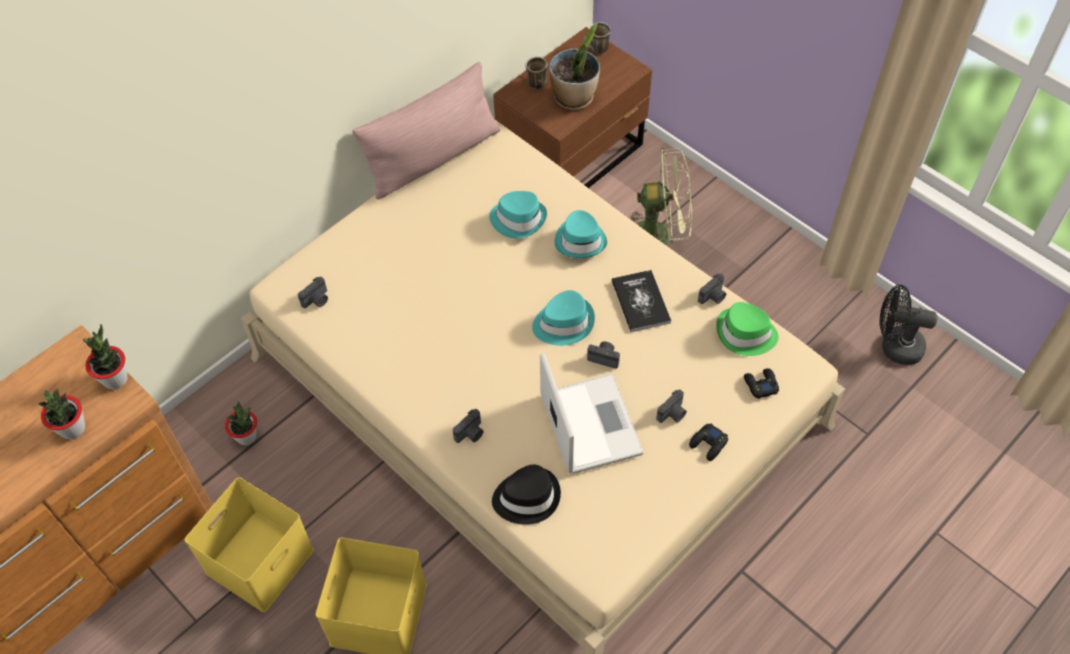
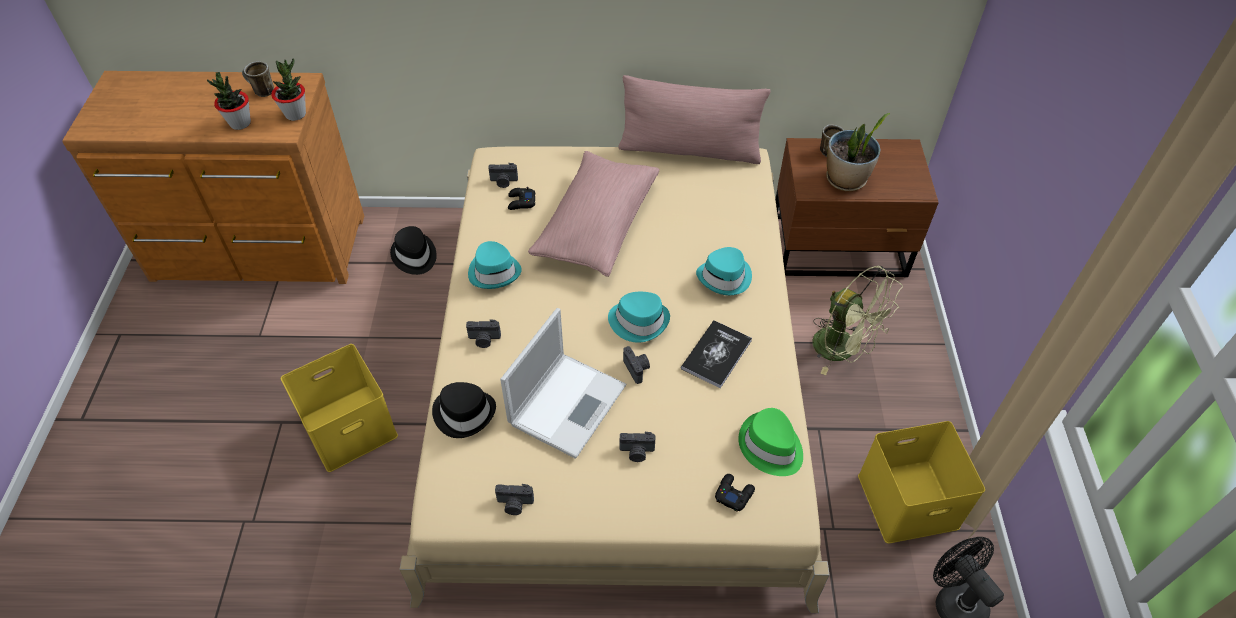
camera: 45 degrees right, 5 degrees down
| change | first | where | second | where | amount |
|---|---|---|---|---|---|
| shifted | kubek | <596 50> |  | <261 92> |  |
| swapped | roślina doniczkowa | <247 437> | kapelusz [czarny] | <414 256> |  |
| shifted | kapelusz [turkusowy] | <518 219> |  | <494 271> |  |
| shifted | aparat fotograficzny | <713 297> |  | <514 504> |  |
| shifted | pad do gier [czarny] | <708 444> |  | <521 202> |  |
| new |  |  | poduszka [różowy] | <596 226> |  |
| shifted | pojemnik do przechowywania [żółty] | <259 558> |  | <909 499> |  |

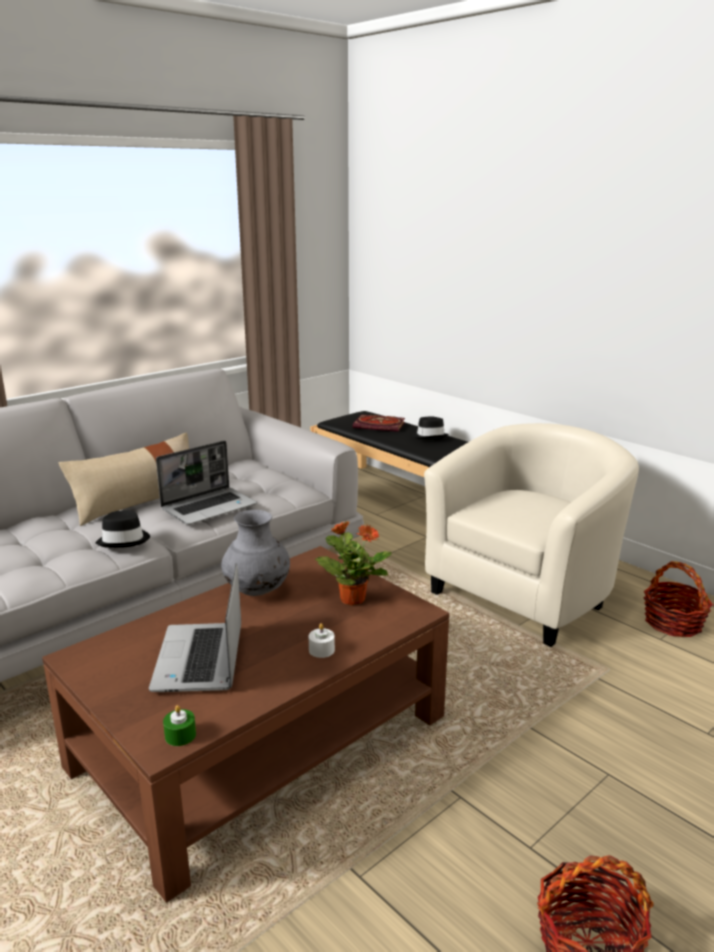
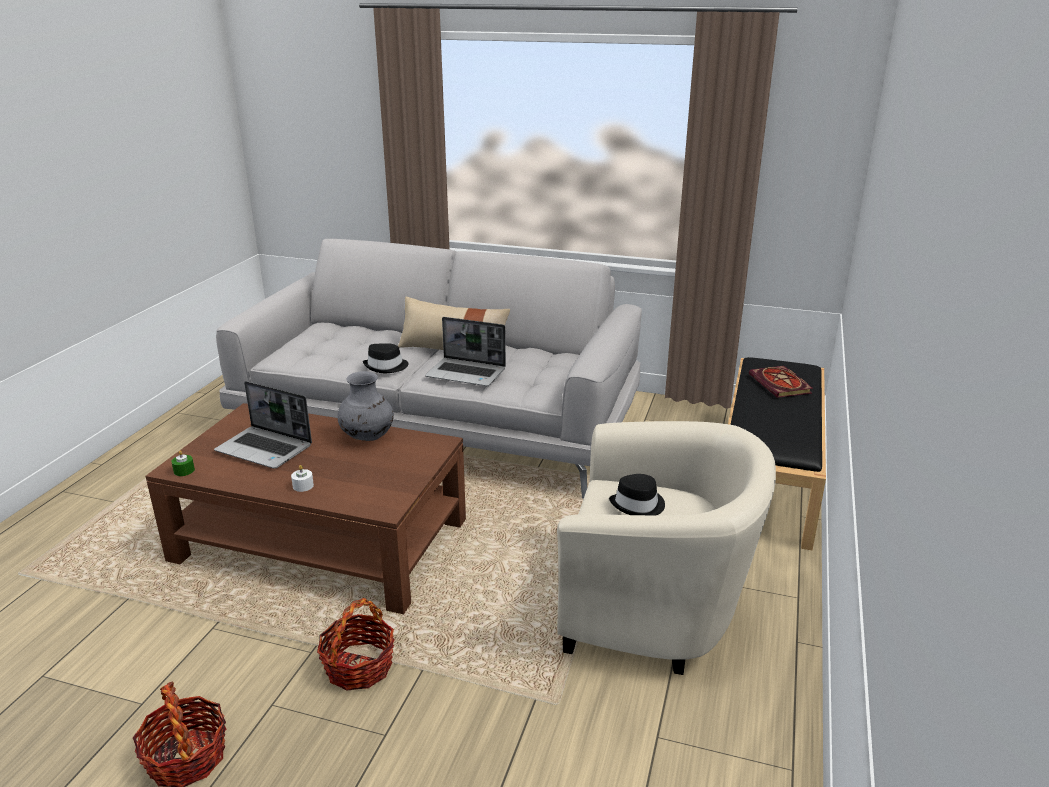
camera: 60 degrees right, 5 degrees up
| change | first | where | second | where | amount |
|---|---|---|---|---|---|
| rotated | laptop | <201 660> |  | <265 449> | 120 degrees counterclockwise |
| shifted | koszyk | <673 623> |  | <359 667> |  |
| shifted | kapelusz [czarny] | <429 436> |  | <638 505> |  |
| gone | roślina doniczkowa | <352 599> |  |  |  |

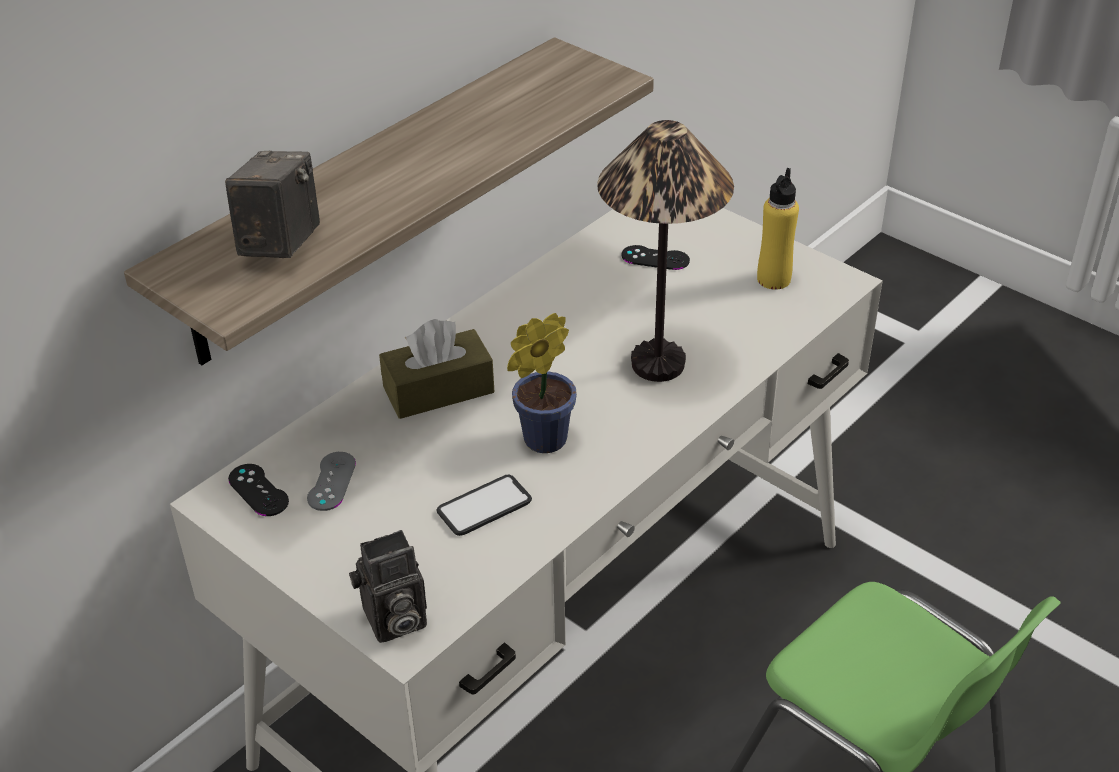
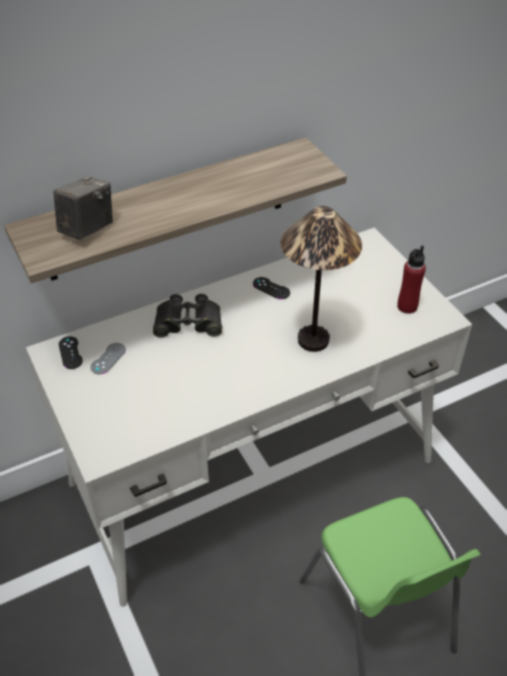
camera: 20 degrees right, 5 degrees up
| change | first | where | second | where | amount |
|---|---|---|---|---|---|
| swapped | pudełko chusteczek [brązowy] | <438 390> | lornetka [czarny] | <188 322> |  |
| shifted | pad do gier [czarny] | <655 258> |  | <271 288> |  |
| repainted | butelka [żółty] | <773 279> | butelka [czerwony] | <407 306> |  |
| gone | aparat fotograficzny | <393 622> |  |  |  |
| gone | telefon | <484 506> |  |  |  |
| gone | roślina doniczkowa | <540 441> |  |  |  |

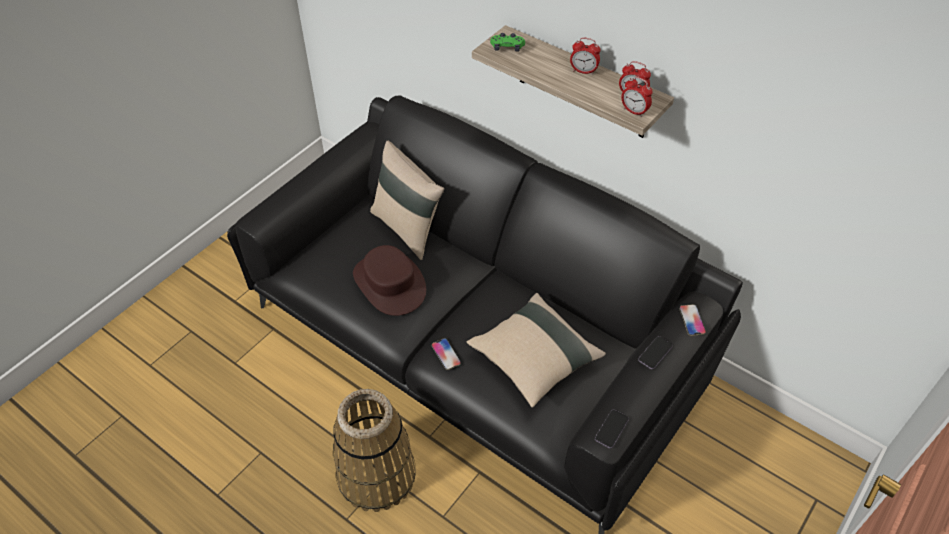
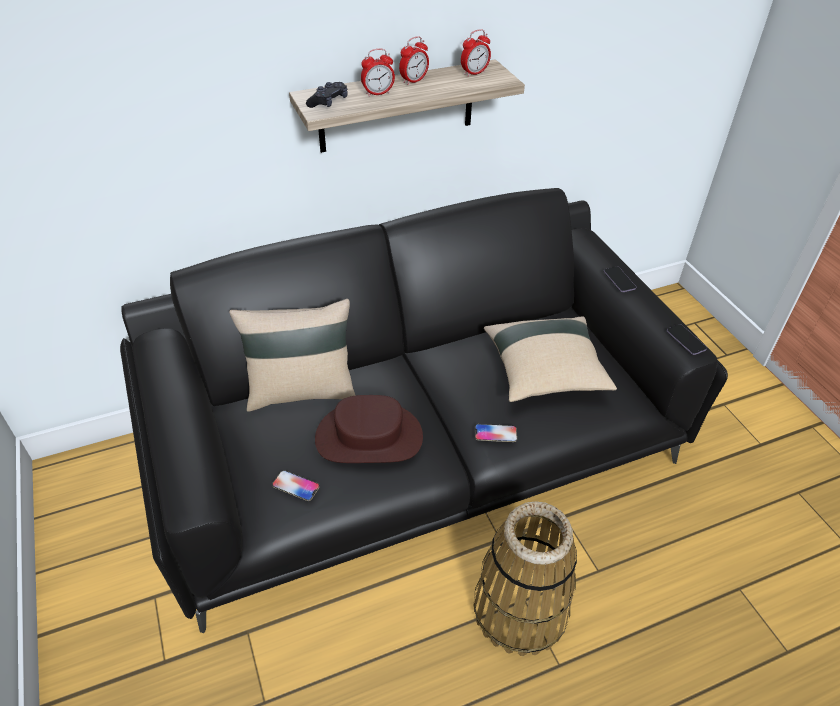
camera: 60 degrees left, 5 degrees down
| change | first | where | second | where | amount |
|---|---|---|---|---|---|
| shifted | telefon | <692 320> |  | <296 486> |  |
| repainted | pad do gier [zielony] | <507 47> | pad do gier [czarny] | <328 102> |  |
| shifted | budzik | <634 111> |  | <378 93> |  |

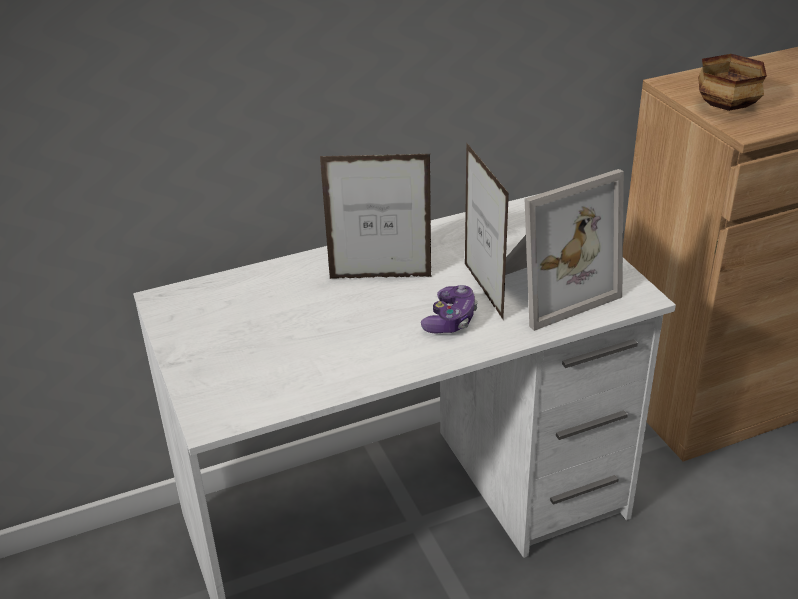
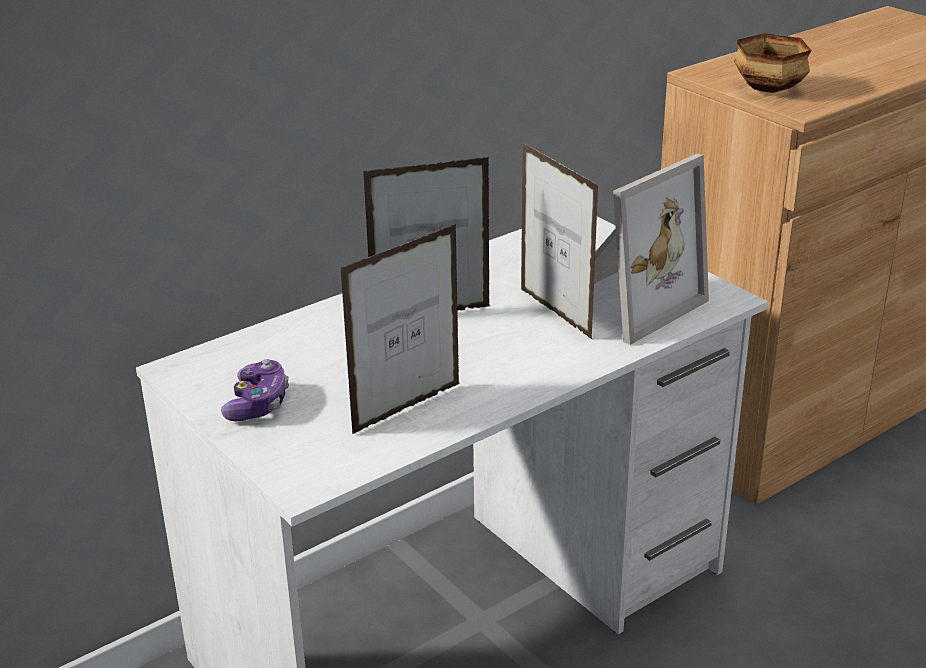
camera: 15 degrees left, 5 degrees down
| change | first | where | second | where | amount |
|---|---|---|---|---|---|
| shifted | pad do gier | <450 320> |  | <258 404> |  |
| new |  |  | ramka na zdjęcie | <407 408> |  |

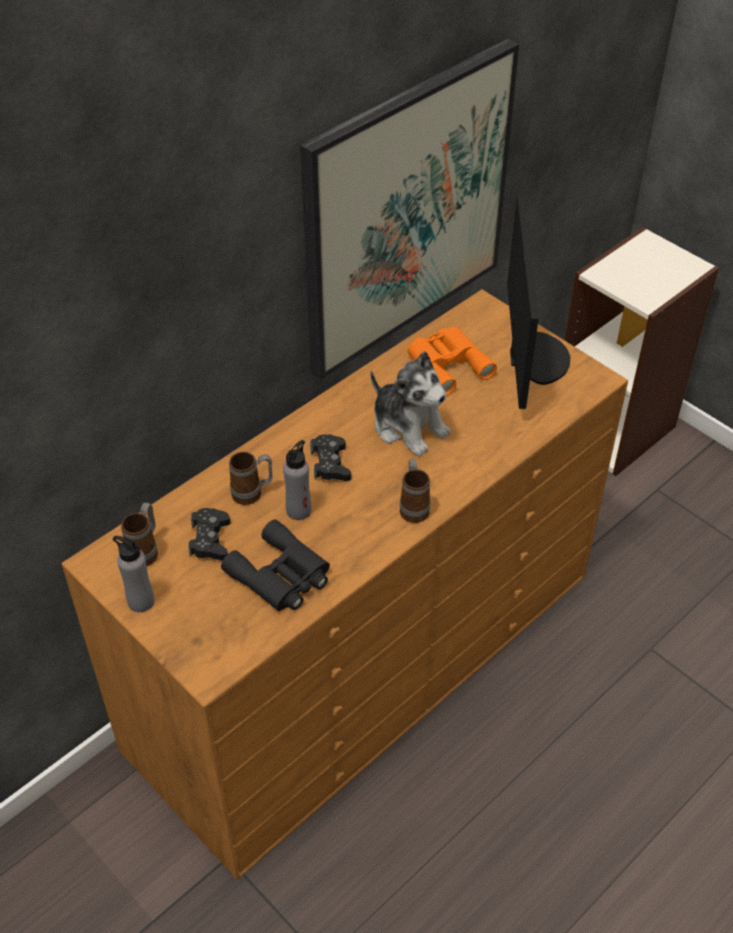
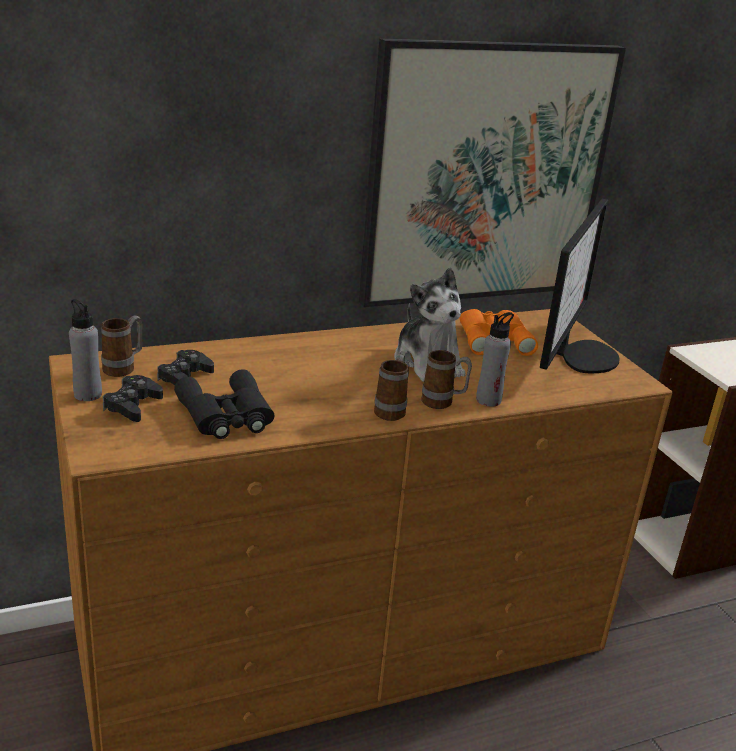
camera: 20 degrees right, 20 degrees down
| change | first | where | second | where | amount |
|---|---|---|---|---|---|
| shifted | pad do gier [czarny] | <330 464> |  | <133 405> |  |
| shifted | kubek | <253 493> |  | <443 403> |  |
| shifted | butelka [szary] | <299 510> |  | <488 400> |  |

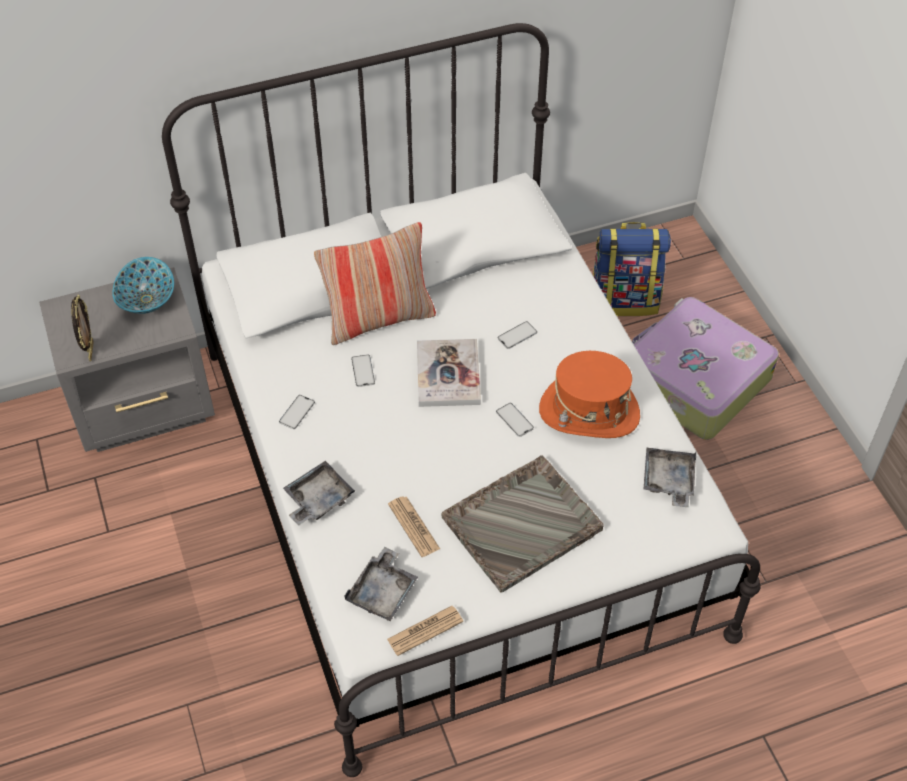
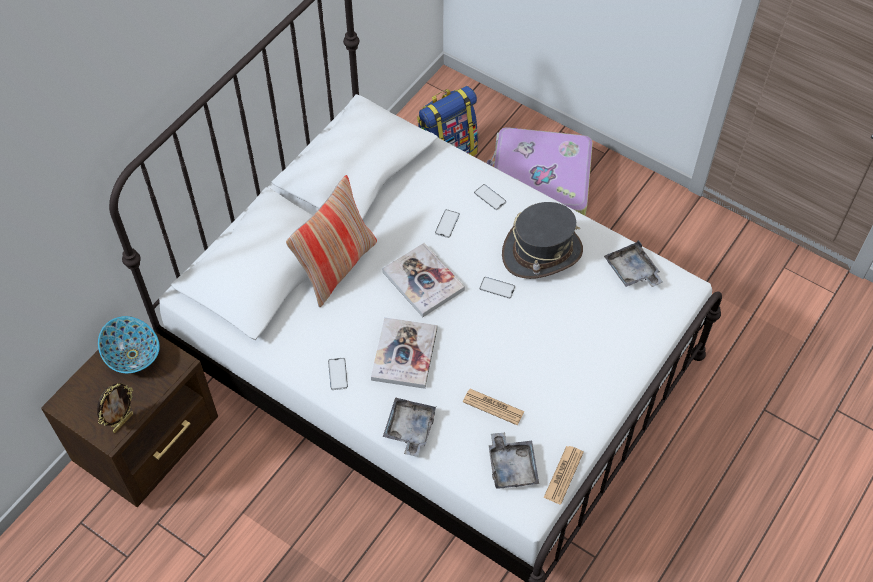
camera: 35 degrees left, 5 degrees up
| change | first | where | second | where | amount |
|---|---|---|---|---|---|
| repainted | szafka nocna [szary] | <146 408> | szafka nocna [brązowy] | <151 443> |  |
| rotated | ramka na zdjęcie | <90 351> |  | <122 422> | 75 degrees clockwise |
| new |  |  | książka | <404 354> |  |
| shifted | telefon | <363 371> |  | <490 197> |  |
| repainted | kapelusz [pomarańczowy] | <589 412> | kapelusz [szary] | <542 253> |  |
| gone | taca [szary] | <523 523> |  |  |  |

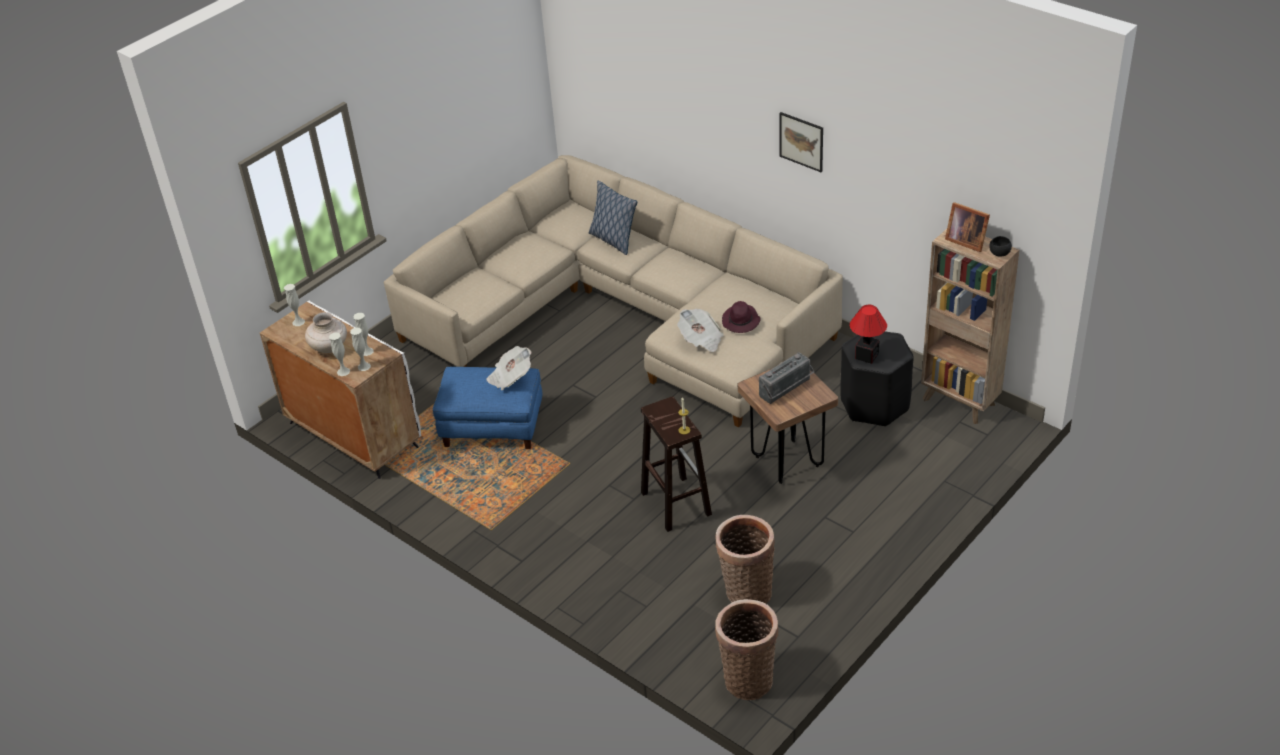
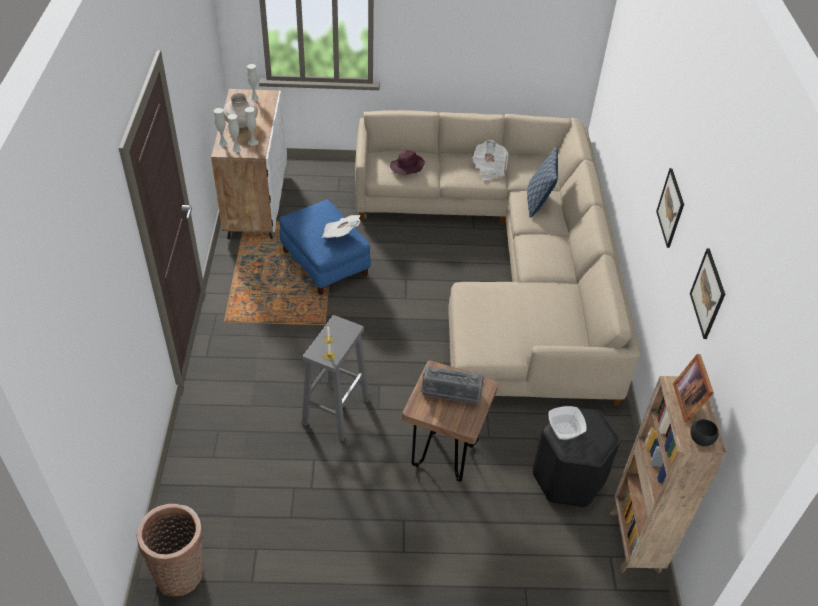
camera: 45 degrees right, 5 degrees up
| change | first | where | second | where | amount |
|---|---|---|---|---|---|
| repainted | stołek [brązowy] | <675 503> | stołek [szary] | <336 410> |  |
| shifted | kapelusz [fioletowy] | <741 321> |  | <406 167> |  |
| shifted | gazeta | <701 339> |  | <489 169> |  |
| swapped | lampa stołowa | <866 356> | miska | <563 431> |  |
| new |  |  | obraz | <708 293> |  |
| gone | koszyk | <745 591> |  |  |  |

